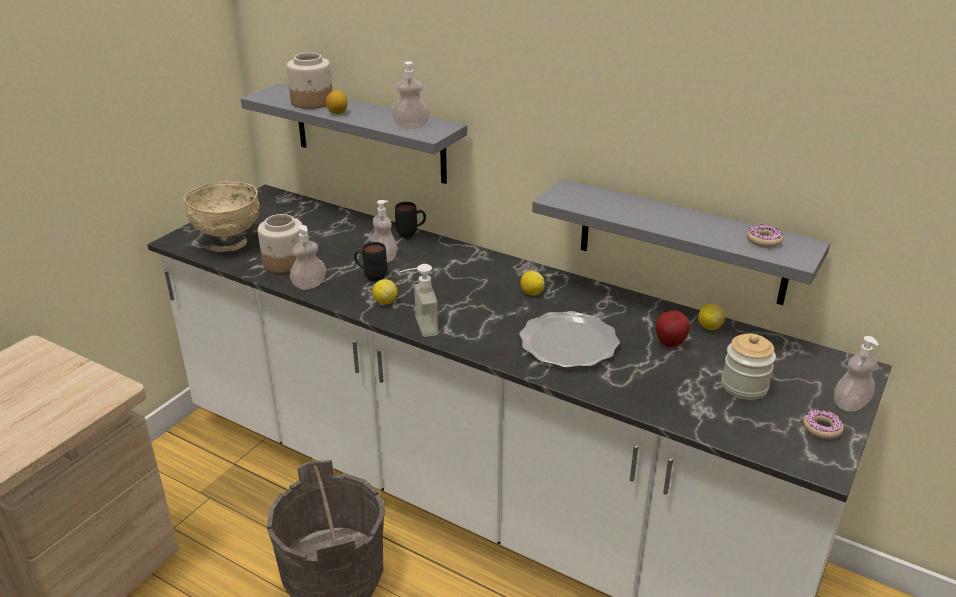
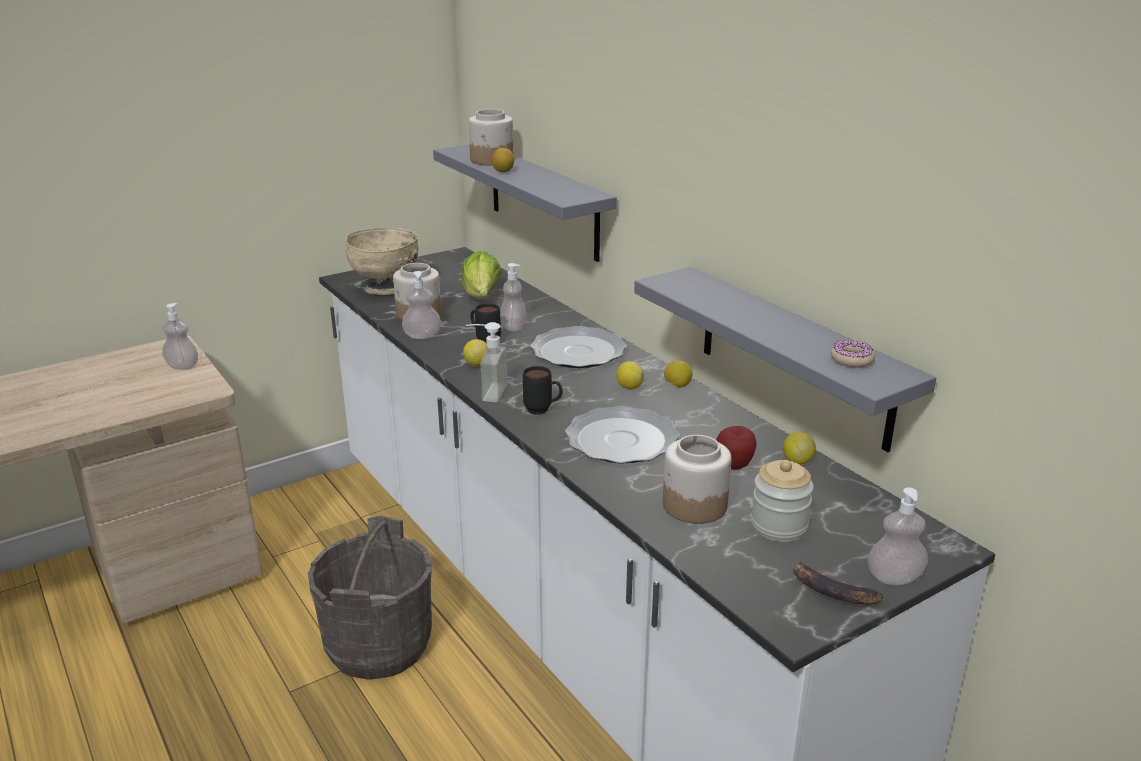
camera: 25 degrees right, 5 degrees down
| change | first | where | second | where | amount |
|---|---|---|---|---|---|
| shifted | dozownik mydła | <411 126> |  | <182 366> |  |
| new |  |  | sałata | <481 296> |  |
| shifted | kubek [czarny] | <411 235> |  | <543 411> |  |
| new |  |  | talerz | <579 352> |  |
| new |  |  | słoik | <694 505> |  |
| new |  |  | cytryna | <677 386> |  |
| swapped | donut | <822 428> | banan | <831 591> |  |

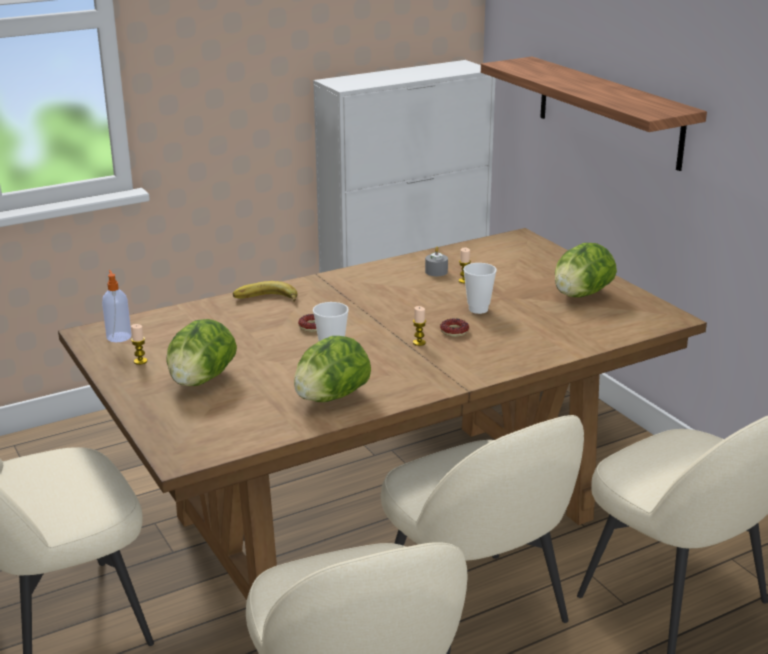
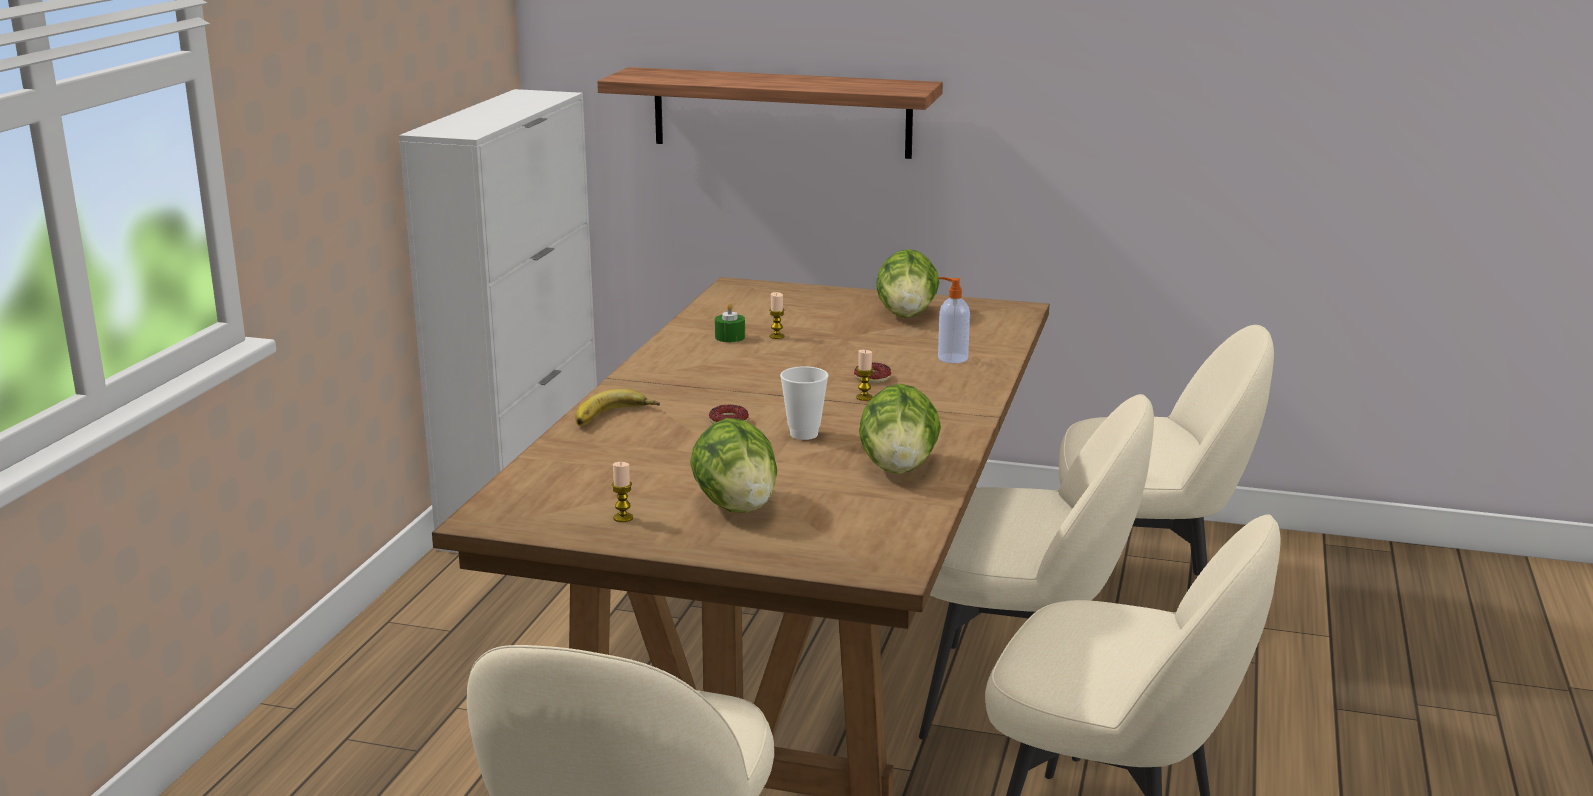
camera: 45 degrees left, 5 degrees down
| change | first | where | second | where | amount |
|---|---|---|---|---|---|
| repainted | świeca [szary] | <436 271> | świeca [zielony] | <730 337> |  |
| shifted | dozownik mydła | <119 336> |  | <951 358> |  |
| gone | filiżanka | <478 309> |  |  |  |

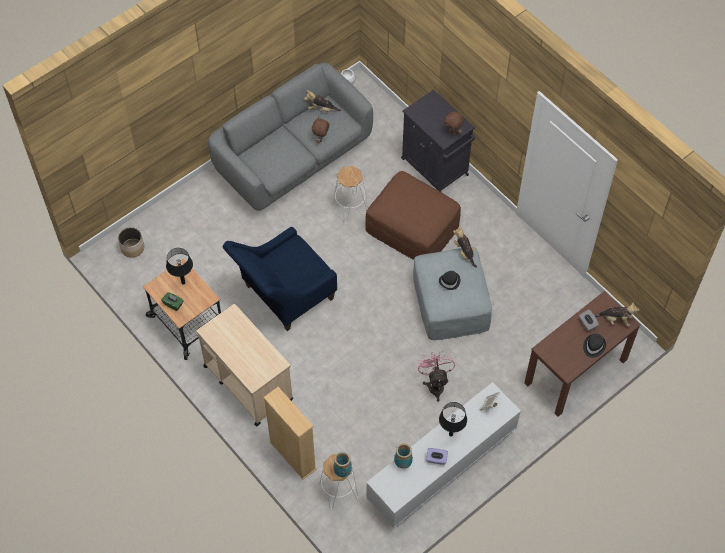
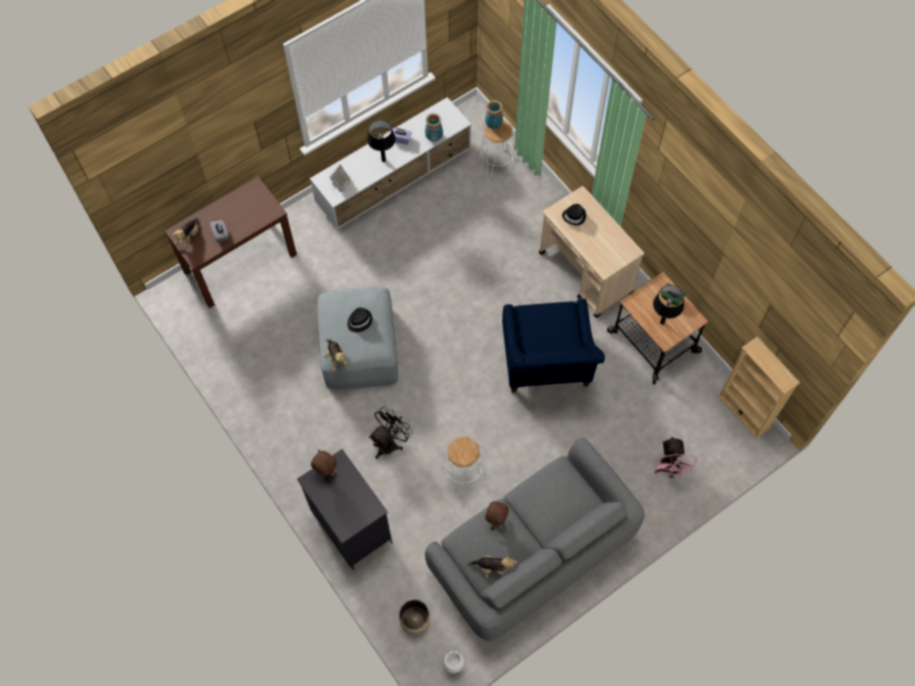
camera: 175 degrees left, 5 degrees up
| change | first | where | second | where | amount |
|---|---|---|---|---|---|
| rotated | pluszak | <616 319> |  | <188 237> | 90 degrees counterclockwise |
| swapped | pufa [brązowy] | <412 227> | wentylator [czarny] | <390 442> |  |
| shifted | donica | <132 248> |  | <415 620> |  |
| rotated | fotel [niebieski] | <284 296> |  | <546 366> | 120 degrees clockwise |
| shifted | kapelusz [czarny] | <593 346> |  | <574 216> |  |
| shifted | wentylator [różowy] | <435 384> |  | <669 469> |  |
| shifted | regał [beżowy] | <293 455> |  | <744 411> |  |

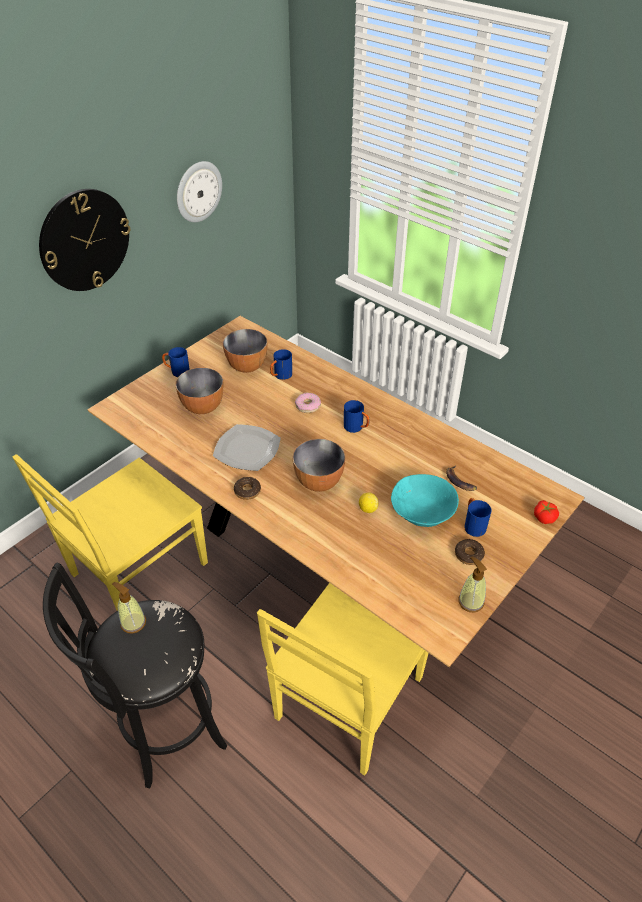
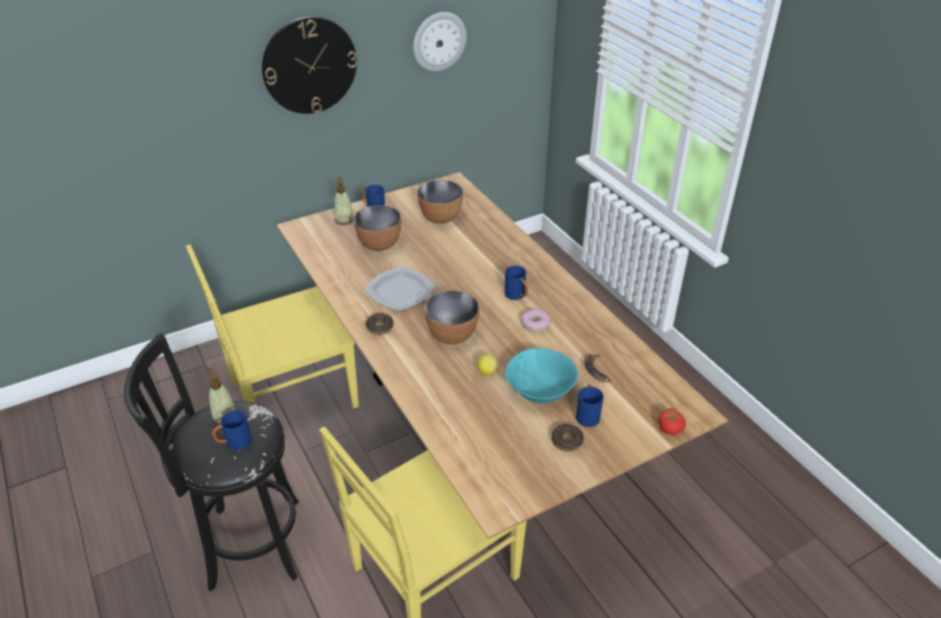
camera: 20 degrees right, 5 degrees down
| change | first | where | second | where | amount |
|---|---|---|---|---|---|
| shifted | kubek [niebieski] | <280 376> |  | <234 443> |  |
| shifted | dozownik mydła | <470 601> |  | <344 220> |  |
| shifted | donut | <308 406> |  | <535 324> |  |

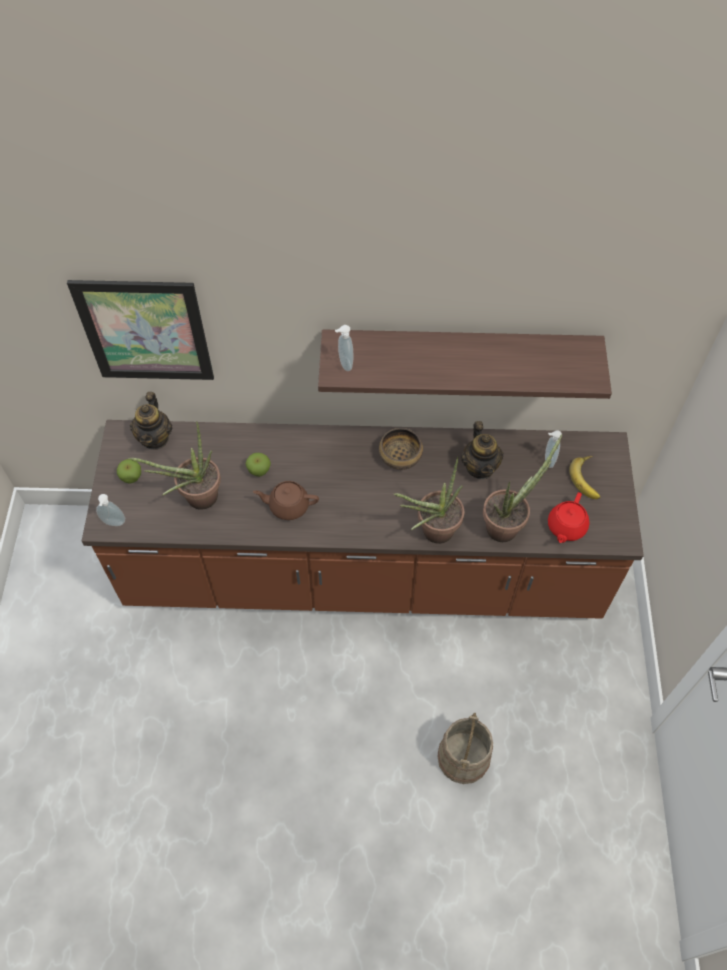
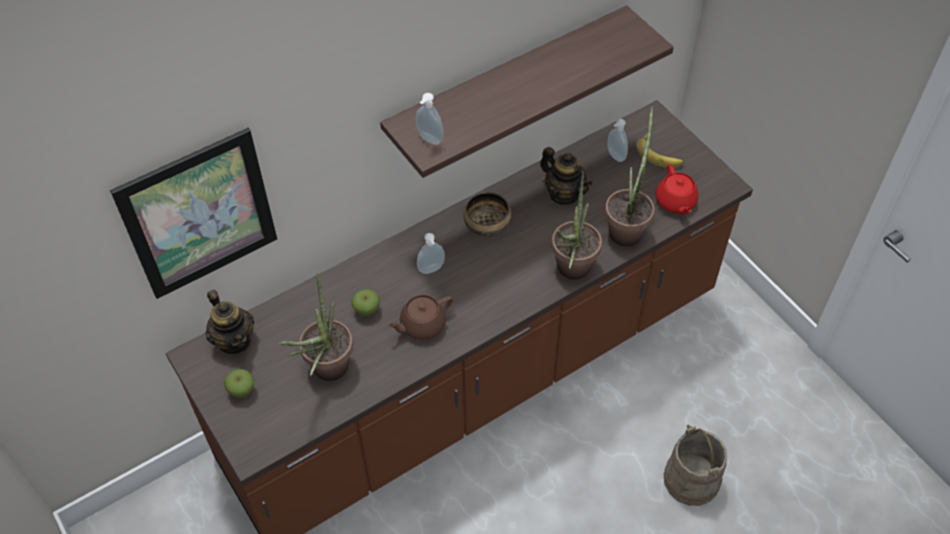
camera: 35 degrees left, 5 degrees down
| change | first | where | second | where | amount |
|---|---|---|---|---|---|
| shifted | dozownik mydła | <113 523> |  | <432 270> |  |

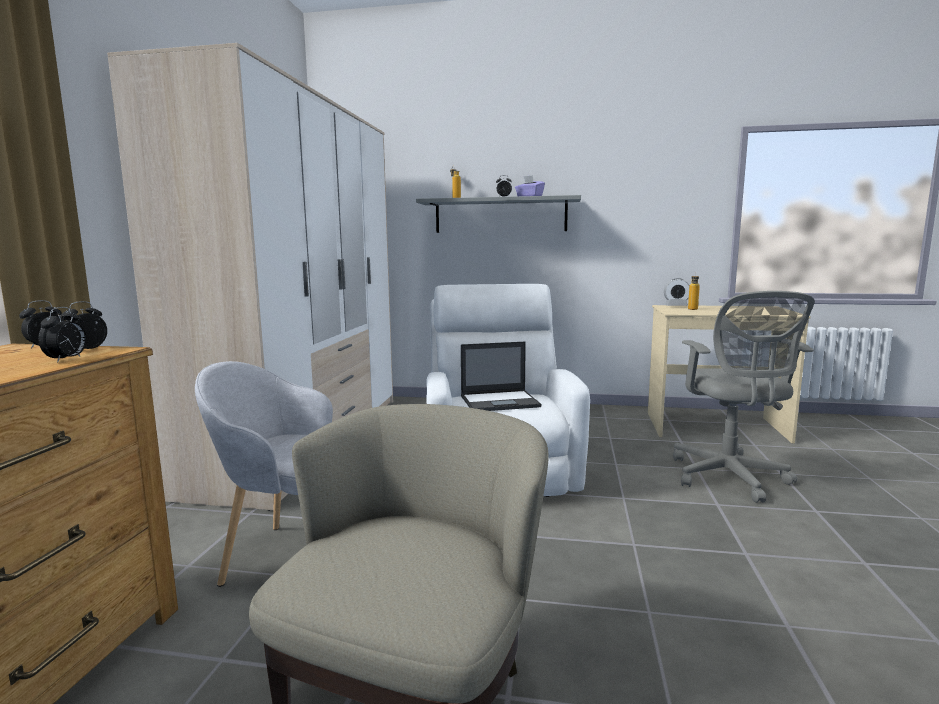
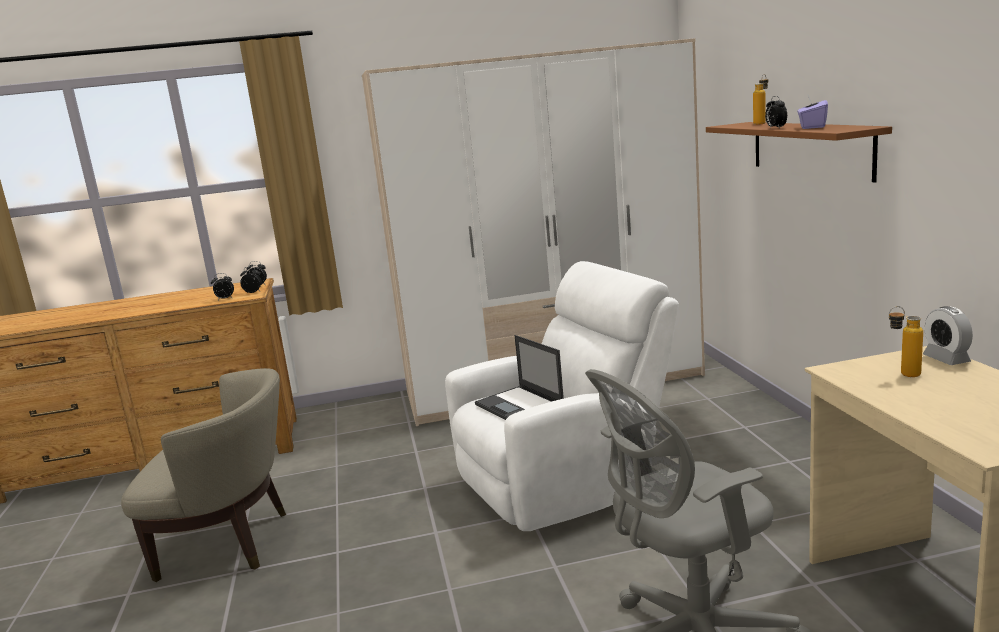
camera: 70 degrees right, 5 degrees up
| change | first | where | second | where | amount |
|---|---|---|---|---|---|
| repainted | półka [szary] | <500 215> | półka [brązowy] | <809 148> |  |
| gone | fotel [szary] | <289 557> |  |  |  |

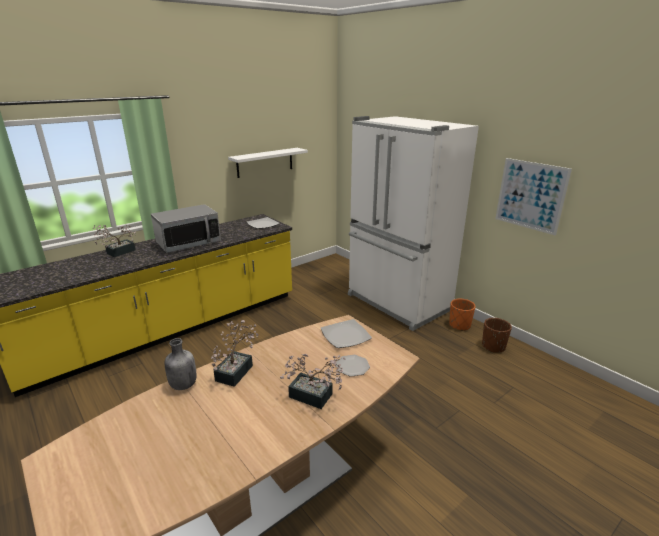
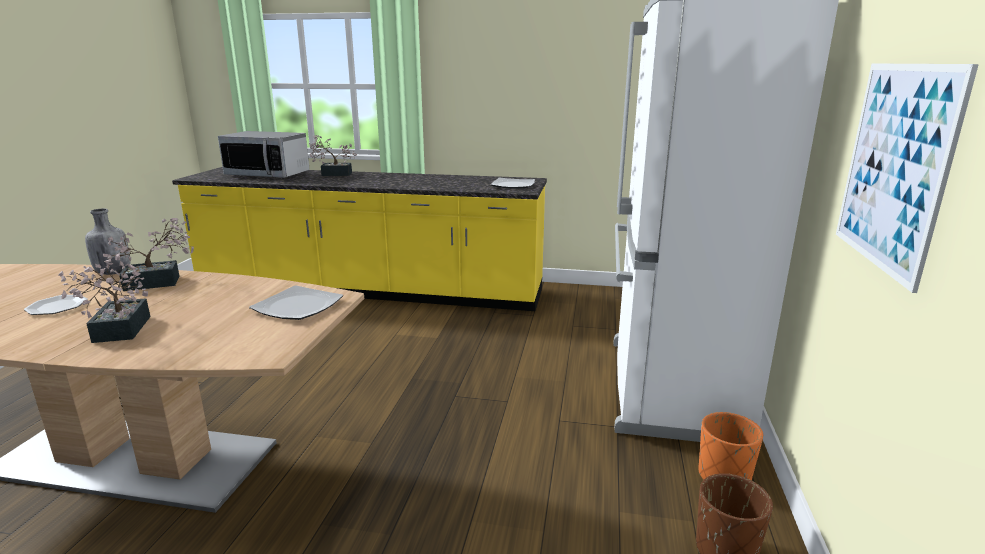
camera: 50 degrees right, 5 degrees down
| change | first | where | second | where | amount |
|---|---|---|---|---|---|
| shifted | talerz | <352 367> |  | <56 307> |  |
| shifted | mikrofalówka | <188 243> |  | <268 174> |  |
| gone | półka [biały] | <265 162> |  |  |  |

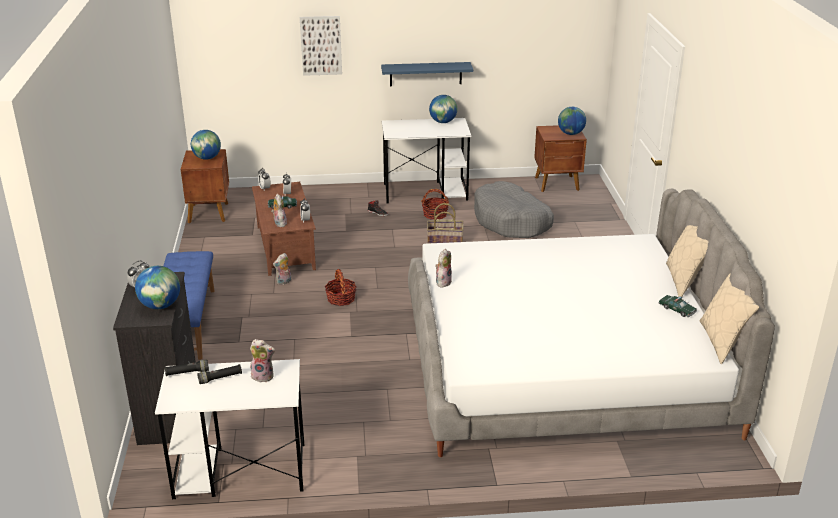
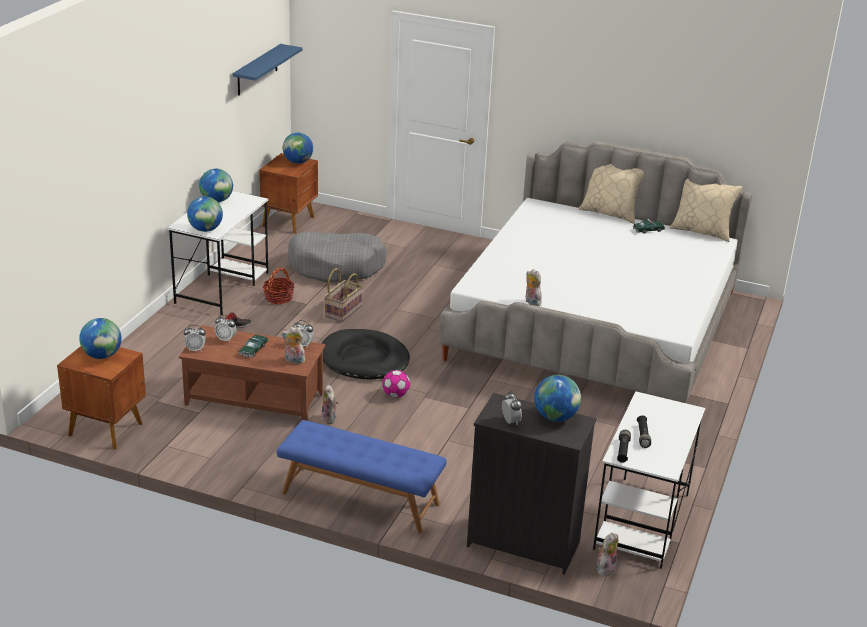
camera: 65 degrees left, 0 degrees up
| change | first | where | second | where | amount |
|---|---|---|---|---|---|
| new |  |  | globus | <205 229> |  |
| shifted | półka [niebieski] | <425 74> |  | <257 70> |  |
| new |  |  | legowisko [czarny] | <364 359> |  |
| swapped | koszyk | <341 299> | piłka futbolowa | <395 395> |  |
| shifted | pluszak | <263 376> |  | <605 568> |  |
| gone | obraz | <321 45> |  |  |  |

